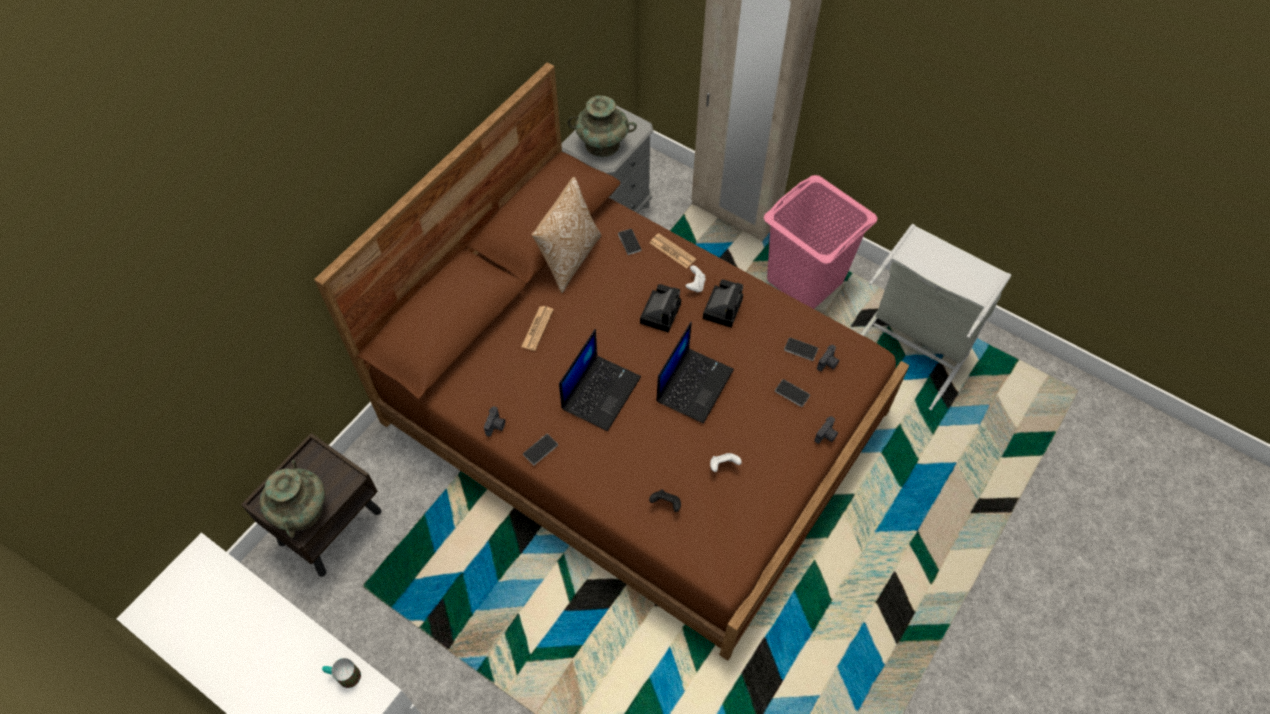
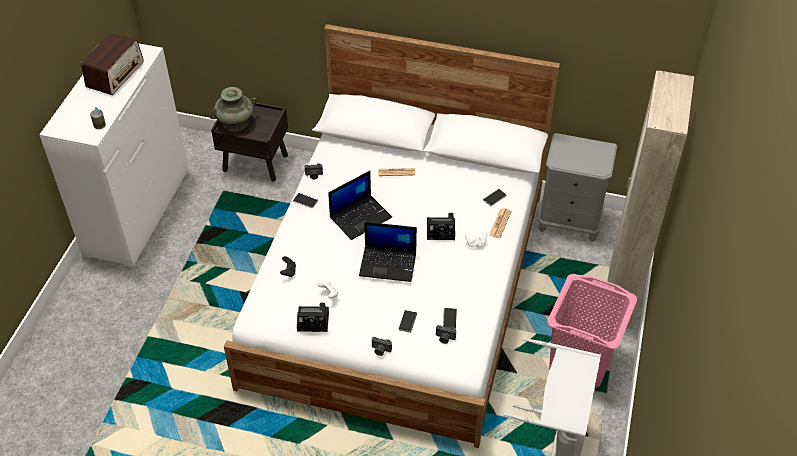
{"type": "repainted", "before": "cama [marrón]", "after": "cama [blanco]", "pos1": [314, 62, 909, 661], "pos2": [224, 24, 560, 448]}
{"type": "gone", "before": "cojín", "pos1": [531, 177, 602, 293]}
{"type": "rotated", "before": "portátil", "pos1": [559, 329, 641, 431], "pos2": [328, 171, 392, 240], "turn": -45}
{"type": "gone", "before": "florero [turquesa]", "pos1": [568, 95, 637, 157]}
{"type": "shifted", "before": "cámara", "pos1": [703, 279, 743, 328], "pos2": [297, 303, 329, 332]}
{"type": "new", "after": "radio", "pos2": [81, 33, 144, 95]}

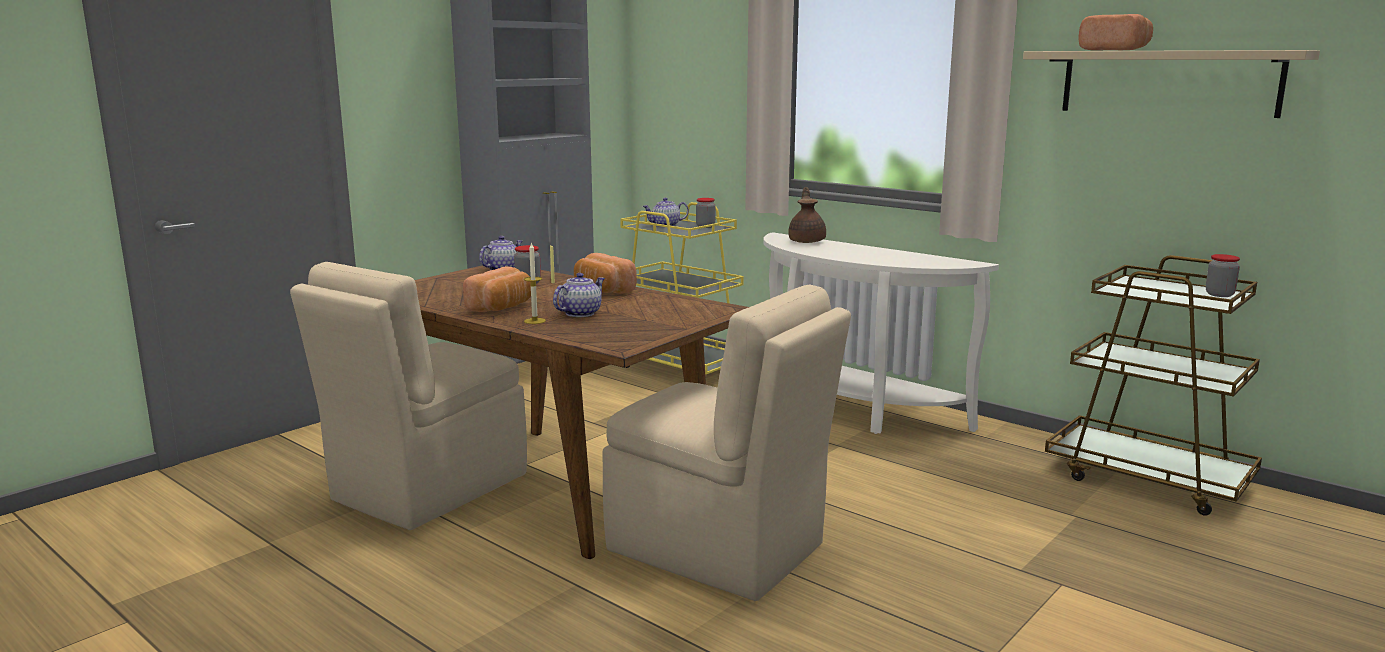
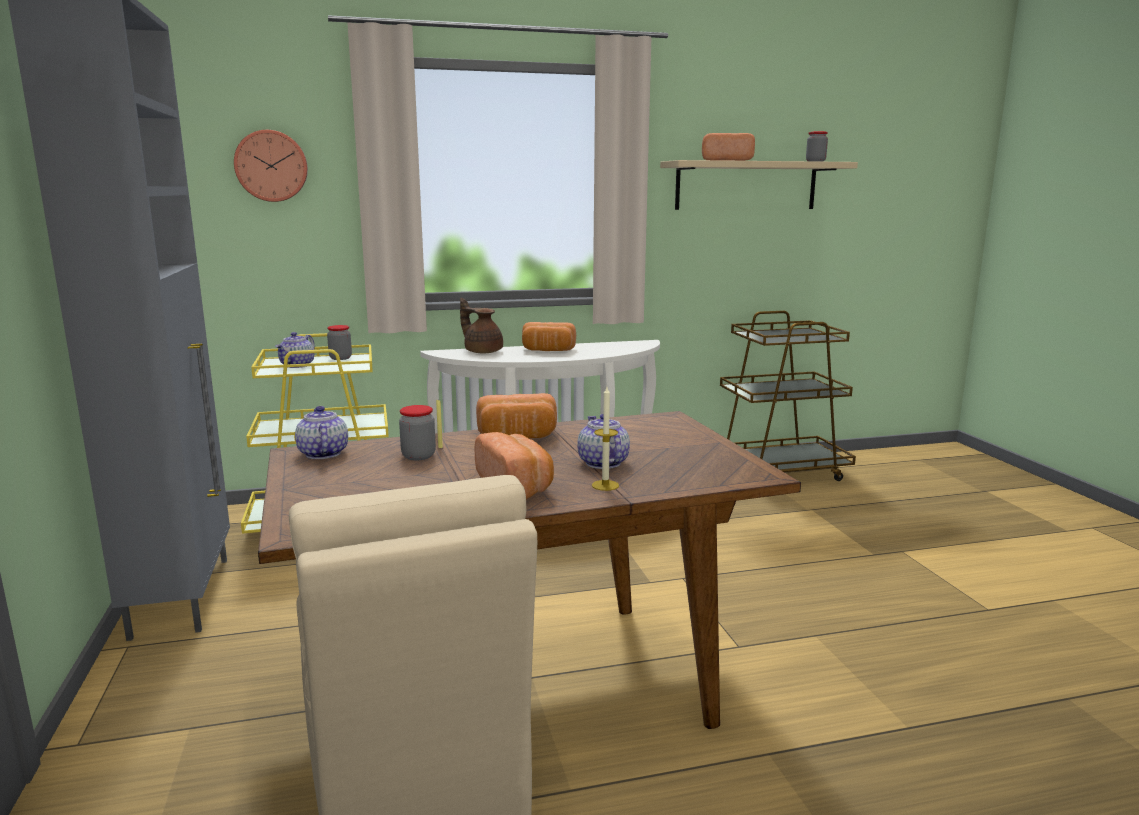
{"type": "gone", "before": "silla [beis]", "pos1": [603, 285, 851, 601]}
{"type": "shifted", "before": "tarro", "pos1": [1206, 254, 1240, 297], "pos2": [806, 131, 828, 162]}
{"type": "new", "after": "reloj de pared", "pos2": [234, 130, 308, 202]}
{"type": "new", "after": "pan", "pos2": [522, 322, 576, 351]}

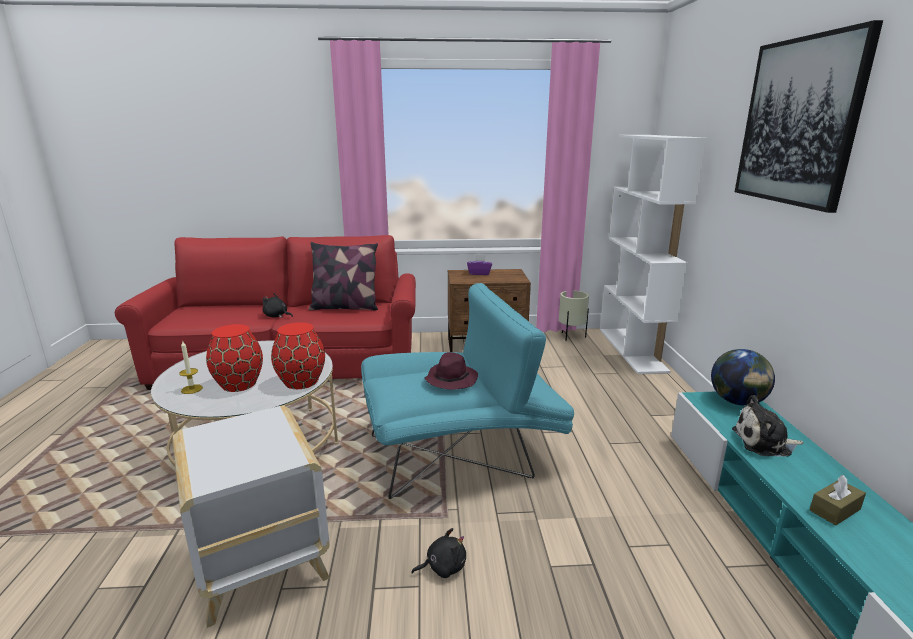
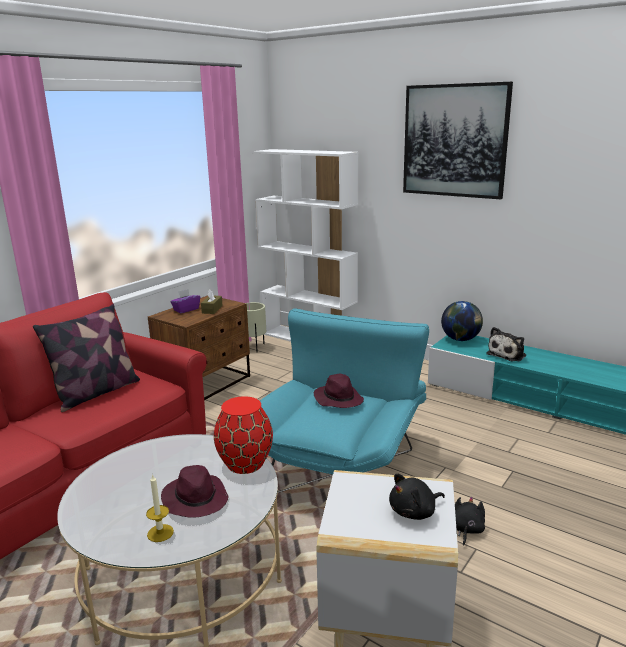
{"type": "swapped", "before": "florero [rojo]", "after": "sombrero [morado]", "pos1": [206, 324, 263, 392], "pos2": [161, 465, 228, 518]}
{"type": "shifted", "before": "peluche [negro]", "pos1": [263, 293, 293, 318], "pos2": [389, 473, 445, 520]}
{"type": "shifted", "before": "caja de pañuelos [marrón]", "pos1": [810, 475, 866, 525], "pos2": [201, 289, 223, 314]}

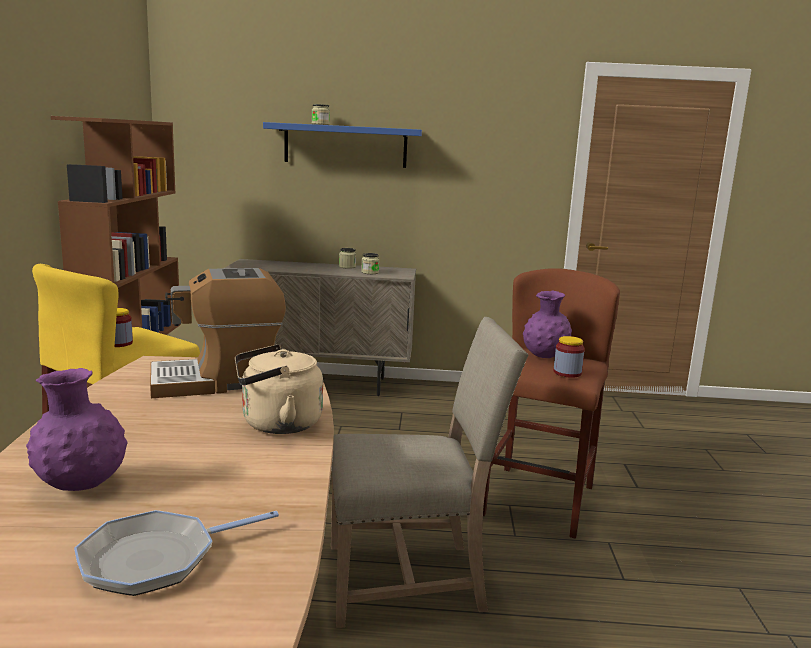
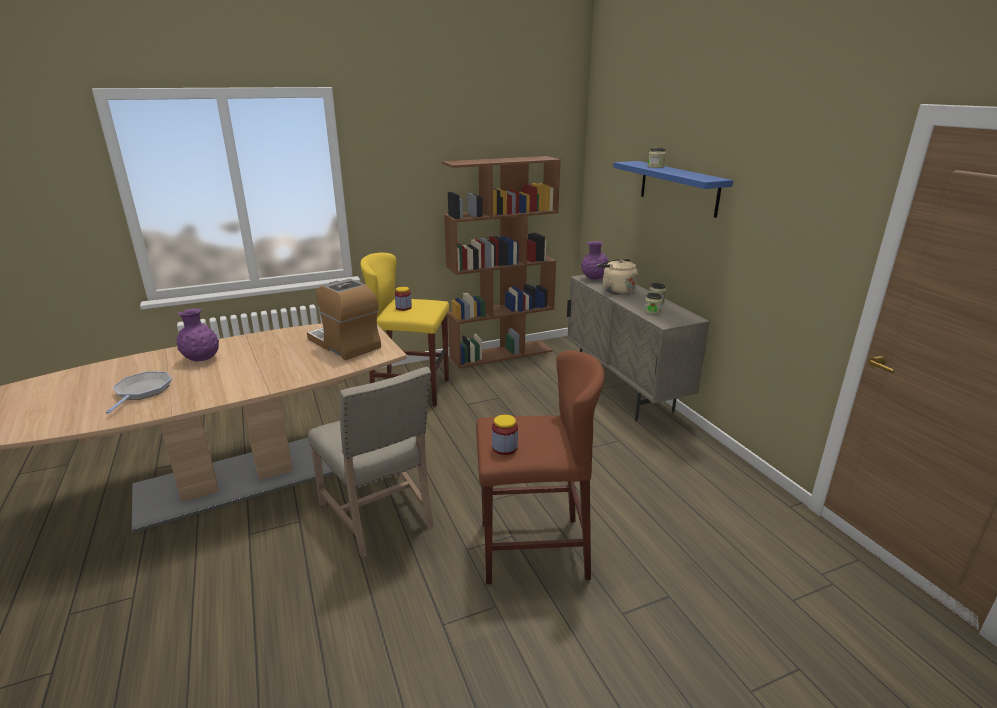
{"type": "rotated", "before": "sartén", "pos1": [74, 510, 279, 596], "pos2": [106, 372, 172, 414], "turn": 60}
{"type": "shifted", "before": "hervidor [beis]", "pos1": [235, 344, 323, 434], "pos2": [598, 259, 638, 295]}
{"type": "shifted", "before": "florero [morado]", "pos1": [523, 291, 572, 358], "pos2": [581, 241, 609, 280]}

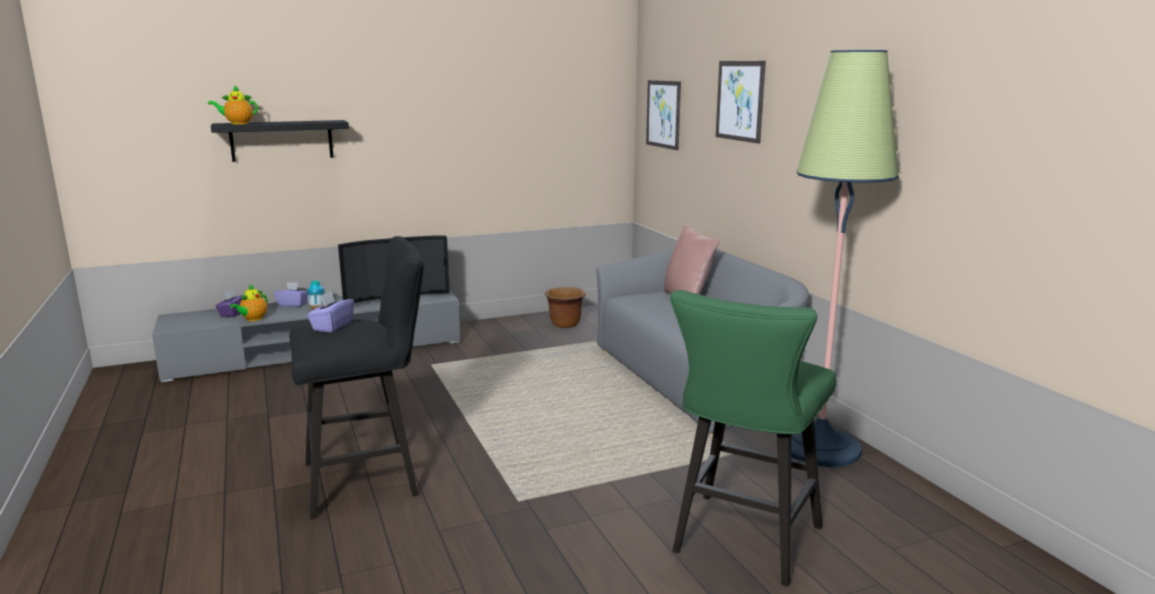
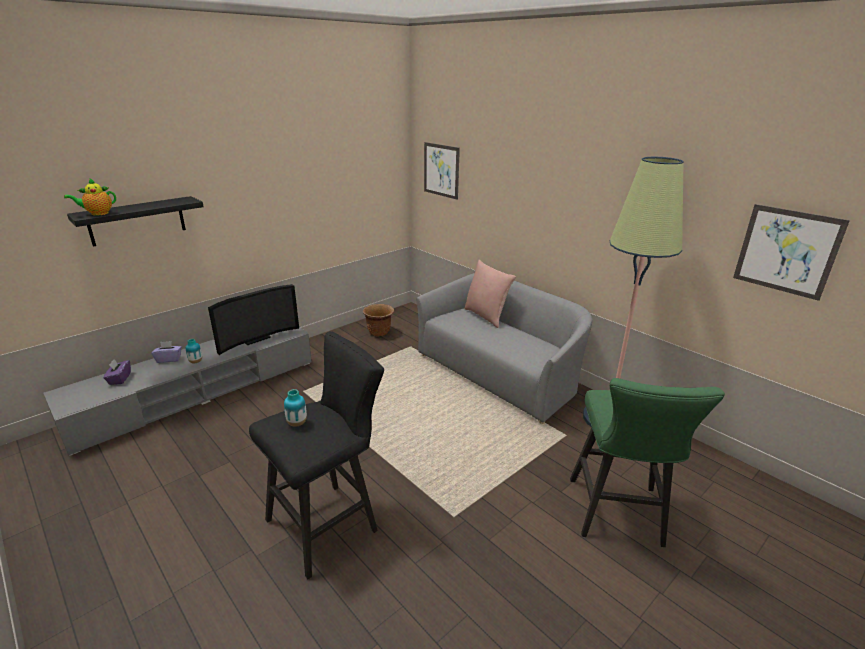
{"type": "gone", "before": "tetera", "pos1": [230, 284, 267, 321]}
{"type": "swapped", "before": "caja de pañuelos [morado]", "after": "florero", "pos1": [307, 291, 354, 332], "pos2": [284, 389, 307, 427]}
{"type": "shifted", "before": "cuadro", "pos1": [716, 61, 766, 144], "pos2": [733, 204, 850, 301]}

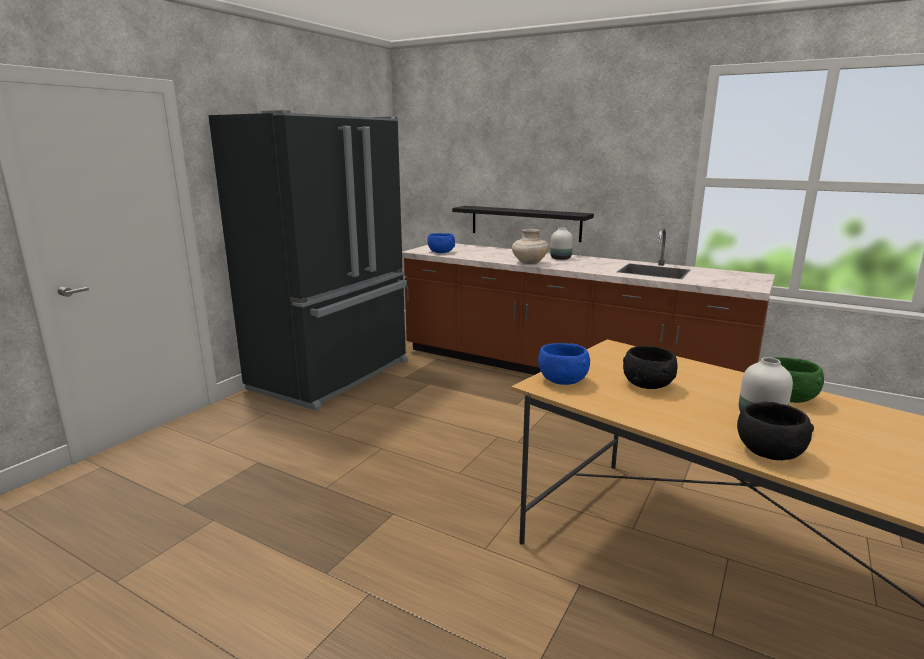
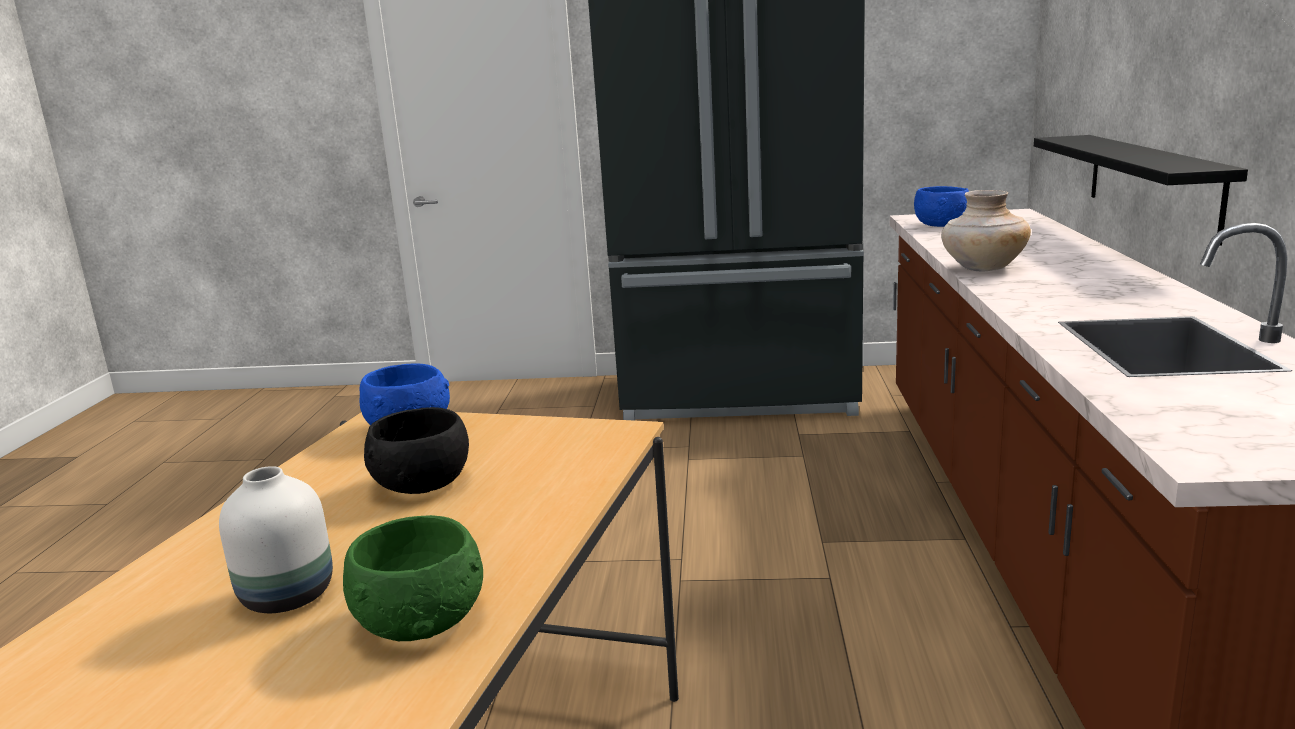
{"type": "gone", "before": "florero [blanco]", "pos1": [550, 227, 573, 260]}
{"type": "gone", "before": "cuenco [negro]", "pos1": [737, 402, 814, 460]}

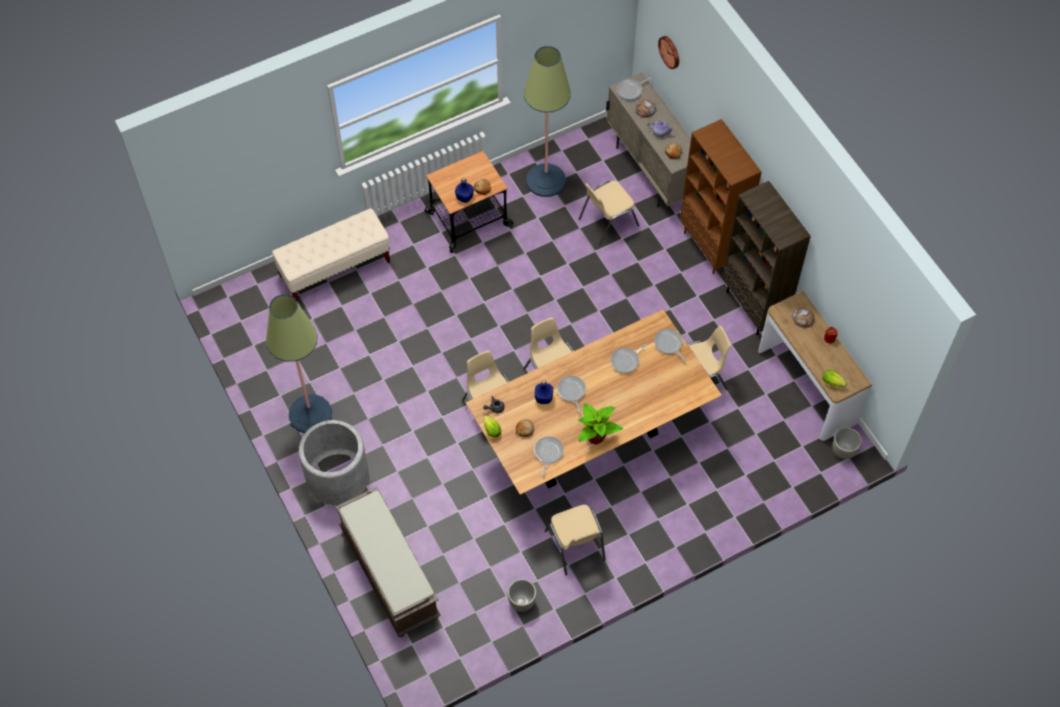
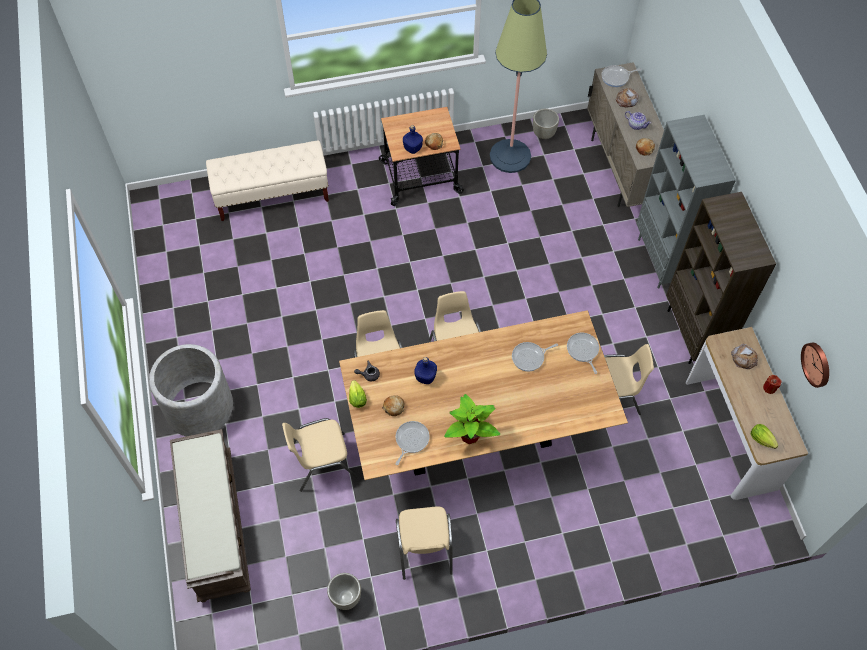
{"type": "gone", "before": "lámpara de pie", "pos1": [266, 294, 332, 433]}
{"type": "gone", "before": "sartén", "pos1": [557, 376, 586, 413]}
{"type": "shifted", "before": "silla [beis]", "pos1": [579, 181, 640, 246], "pos2": [282, 418, 357, 492]}
{"type": "shifted", "before": "reloj de pared", "pos1": [658, 36, 679, 69], "pos2": [801, 343, 829, 388]}
{"type": "repainted", "before": "estantería [marrón]", "after": "estantería [gris]", "pos1": [680, 119, 762, 274], "pos2": [636, 115, 736, 289]}
{"type": "shifted", "before": "maceta [gris]", "pos1": [833, 427, 862, 459], "pos2": [533, 109, 559, 139]}

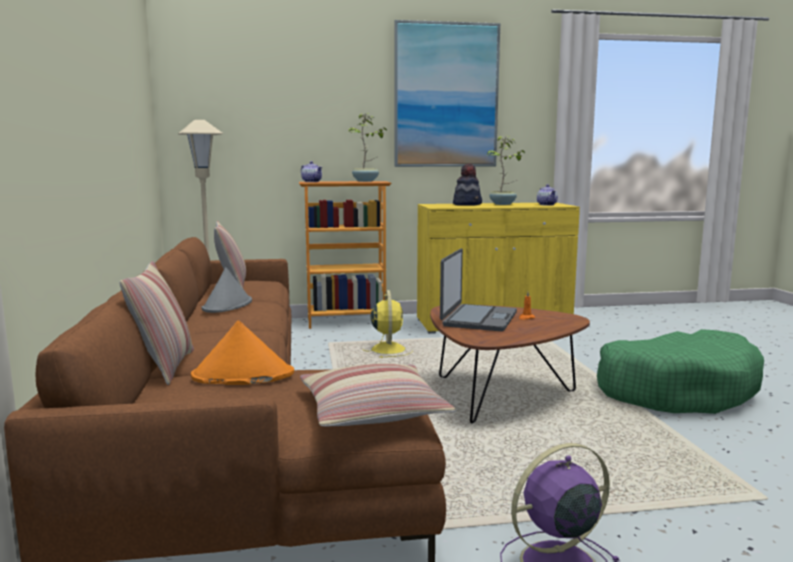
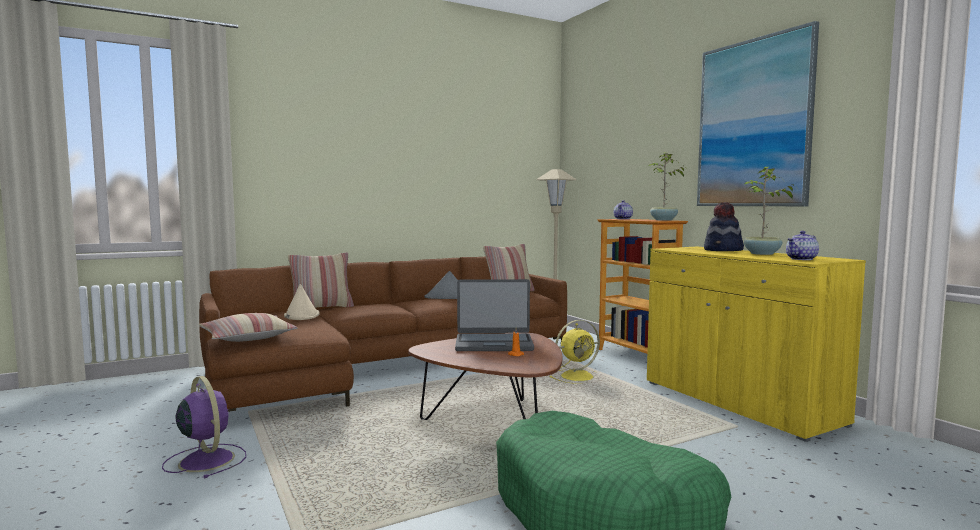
{"type": "repainted", "before": "sombrero [naranja]", "after": "sombrero [beis]", "pos1": [191, 321, 294, 385], "pos2": [284, 284, 320, 320]}

